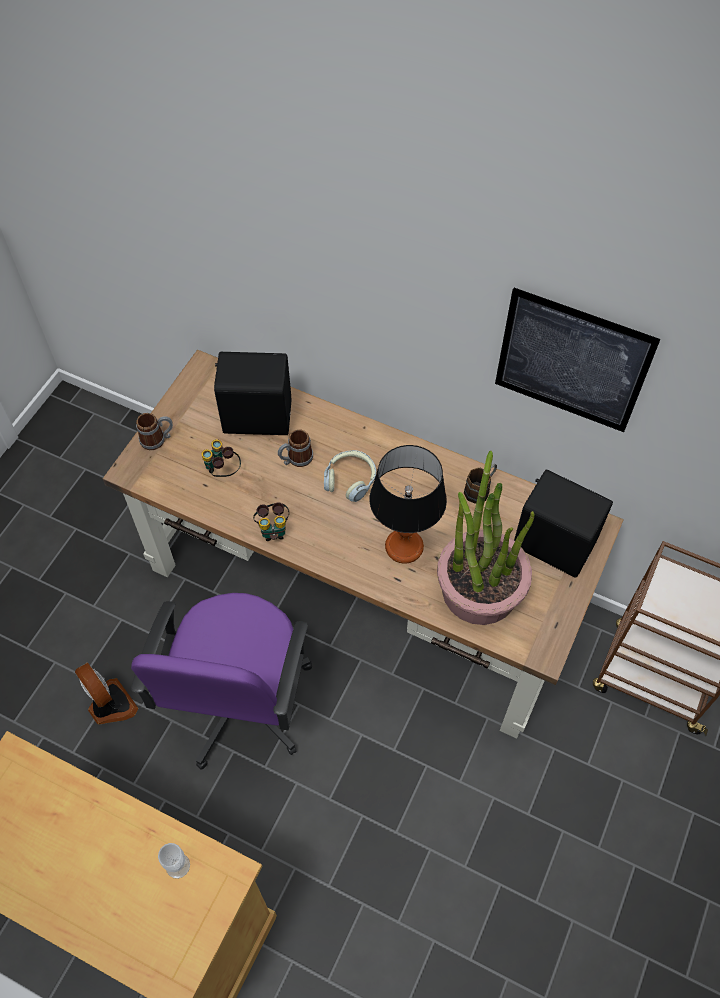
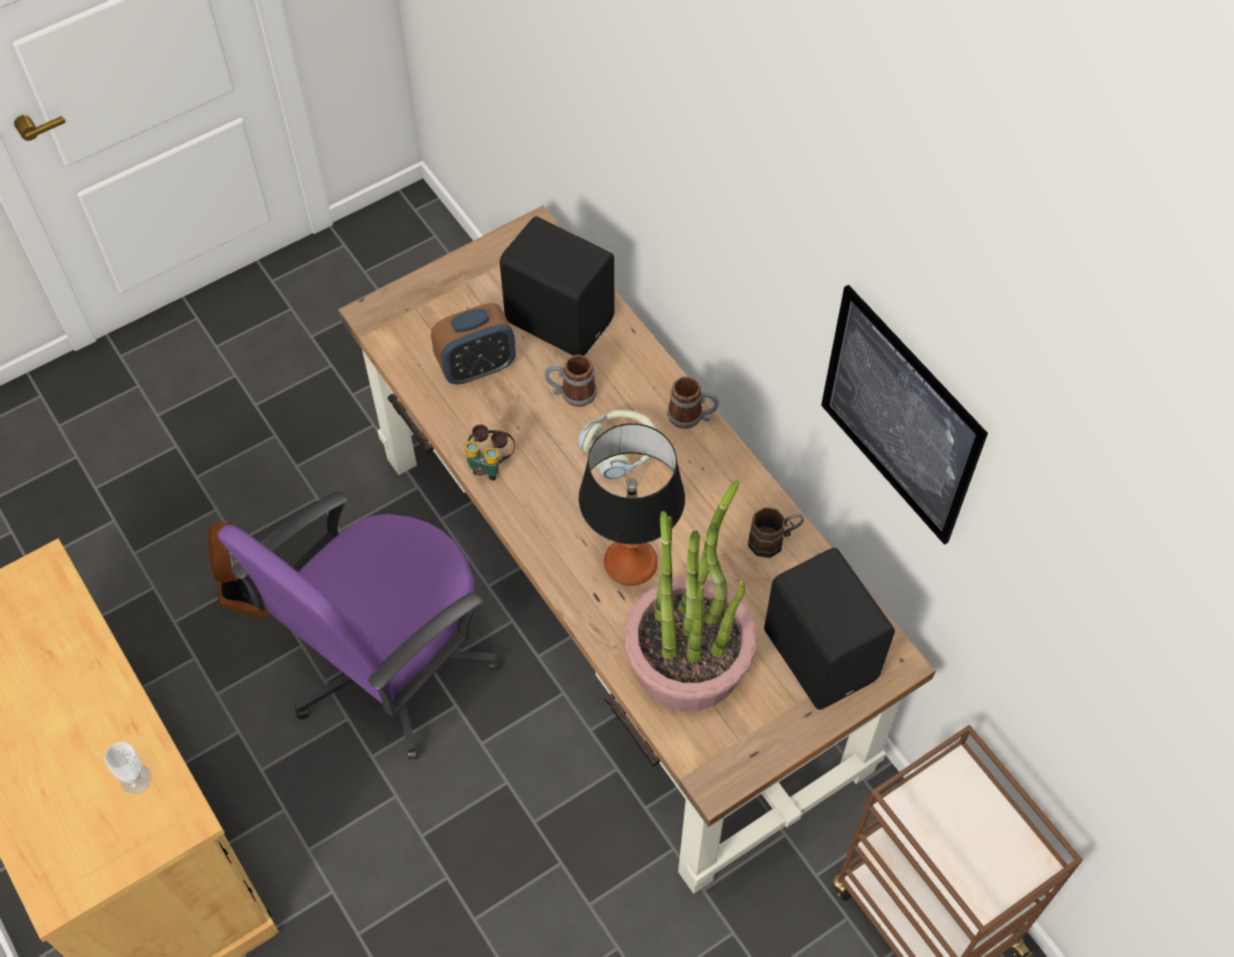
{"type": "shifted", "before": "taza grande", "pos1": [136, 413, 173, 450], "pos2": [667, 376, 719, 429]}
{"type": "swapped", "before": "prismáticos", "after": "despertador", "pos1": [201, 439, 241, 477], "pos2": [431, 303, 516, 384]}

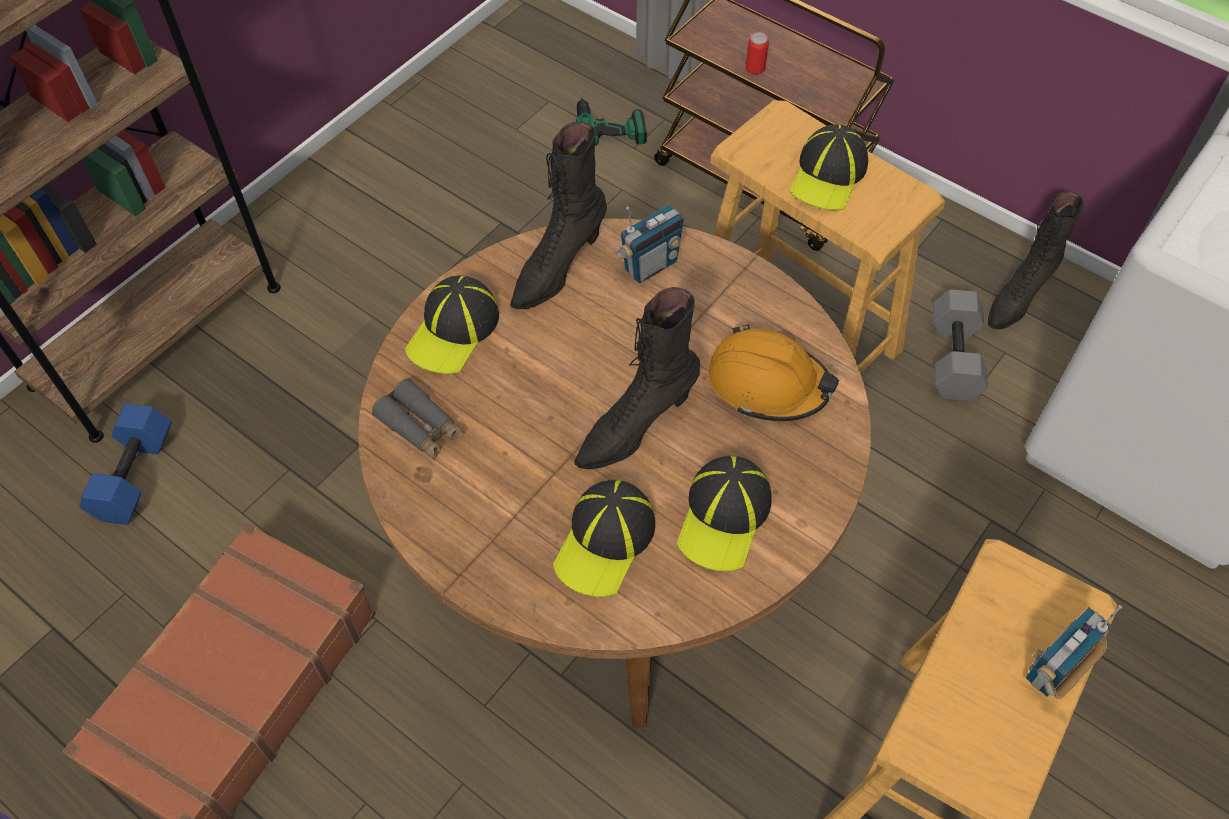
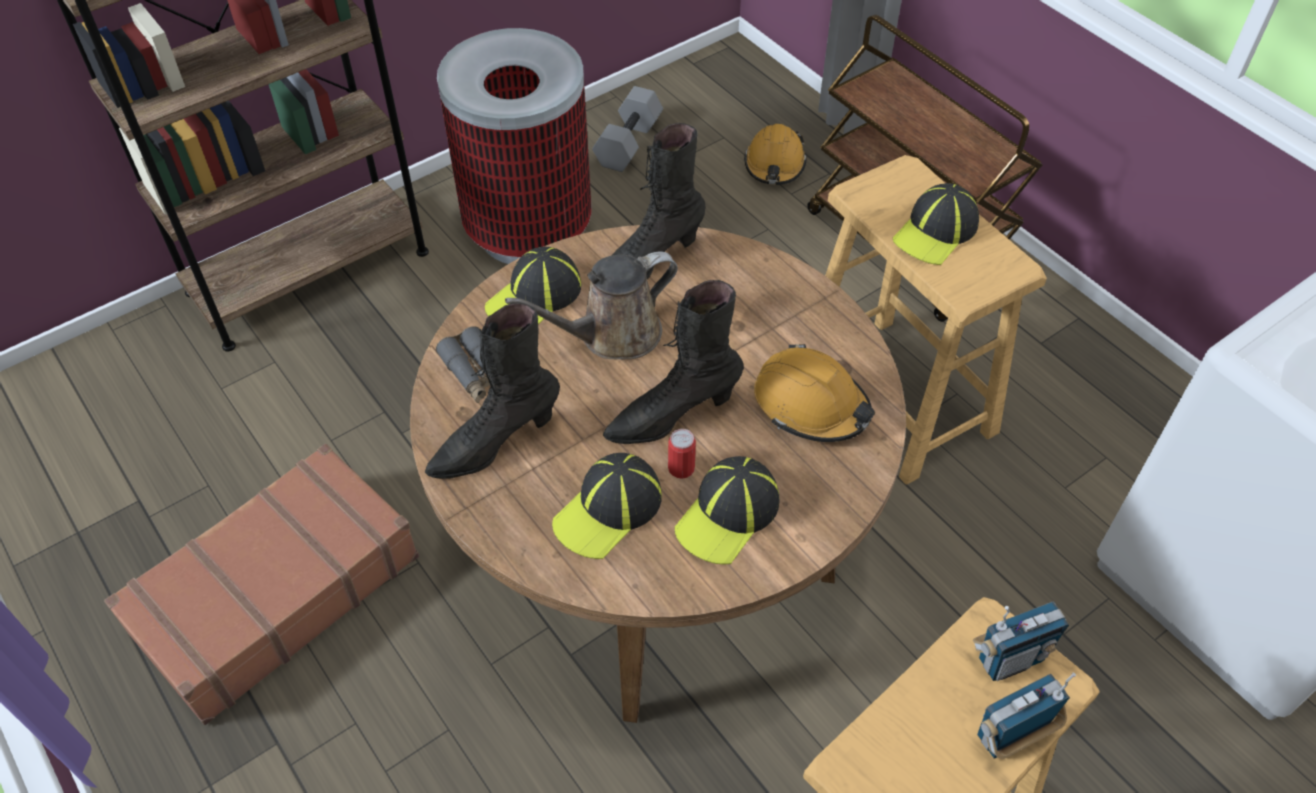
{"type": "gone", "before": "mancuerna [azul]", "pos1": [79, 403, 172, 525]}
{"type": "swapped", "before": "taladro", "after": "casco [naranja]", "pos1": [576, 90, 647, 146], "pos2": [744, 124, 807, 185]}
{"type": "shifted", "before": "radio", "pos1": [615, 205, 684, 283], "pos2": [973, 602, 1069, 681]}
{"type": "shifted", "before": "lata", "pos1": [746, 32, 769, 75], "pos2": [668, 429, 696, 479]}
{"type": "shifted", "before": "mancuerna [gris]", "pos1": [933, 289, 988, 402], "pos2": [592, 86, 663, 172]}
{"type": "shifted", "before": "bota [negro]", "pos1": [988, 191, 1084, 329], "pos2": [425, 303, 560, 479]}
{"type": "new", "after": "papelera", "pos2": [437, 28, 591, 264]}
{"type": "new", "after": "regadera [marrón]", "pos2": [505, 252, 678, 359]}

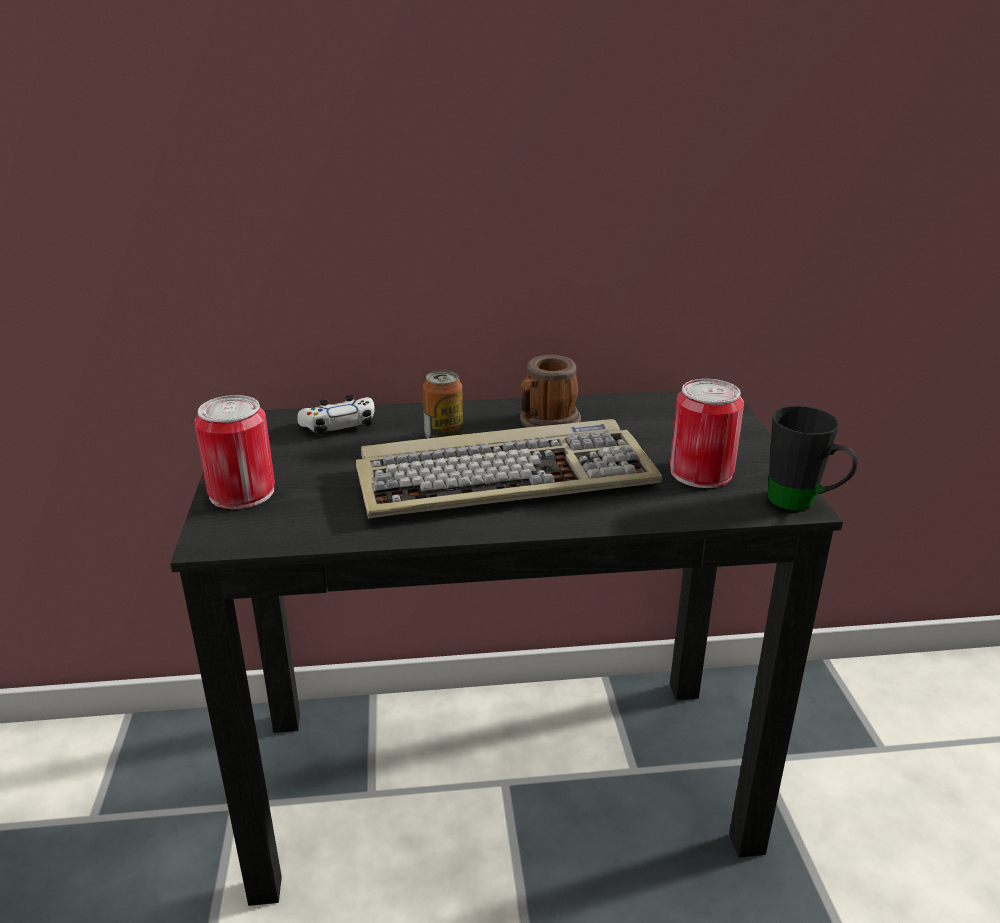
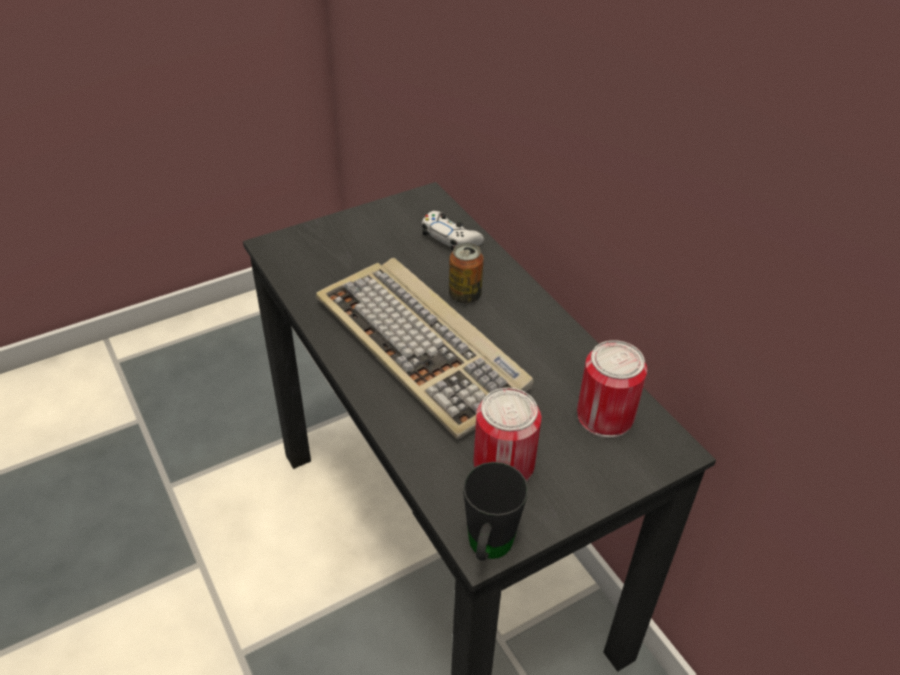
{"type": "shifted", "before": "lata", "pos1": [194, 395, 275, 509], "pos2": [577, 340, 647, 438]}
{"type": "gone", "before": "taza grande", "pos1": [520, 355, 581, 427]}

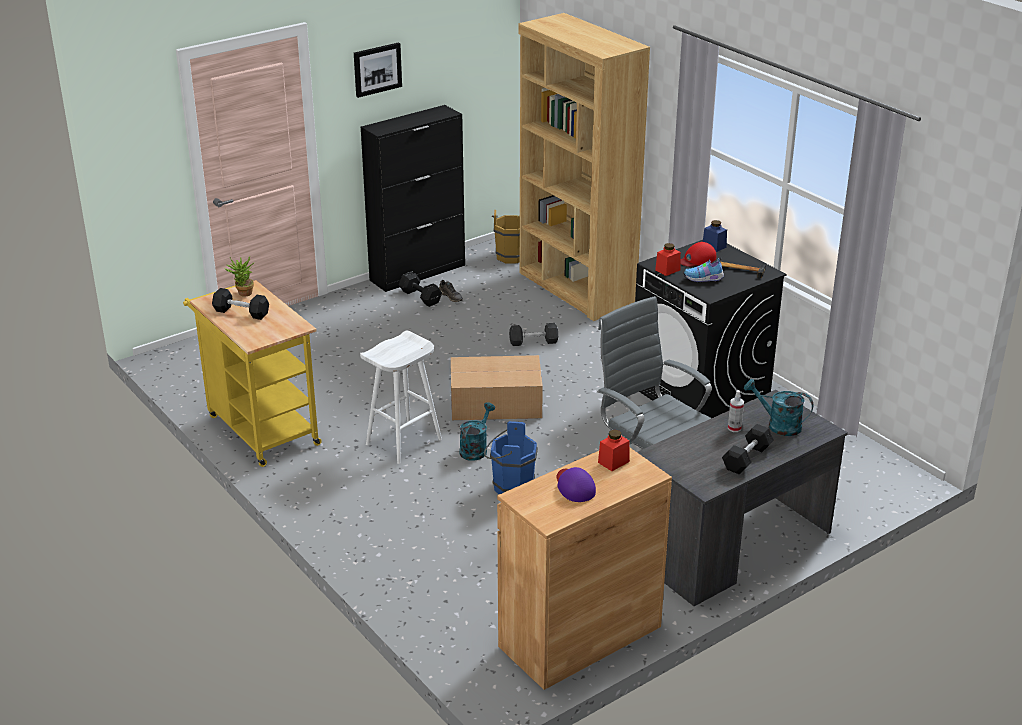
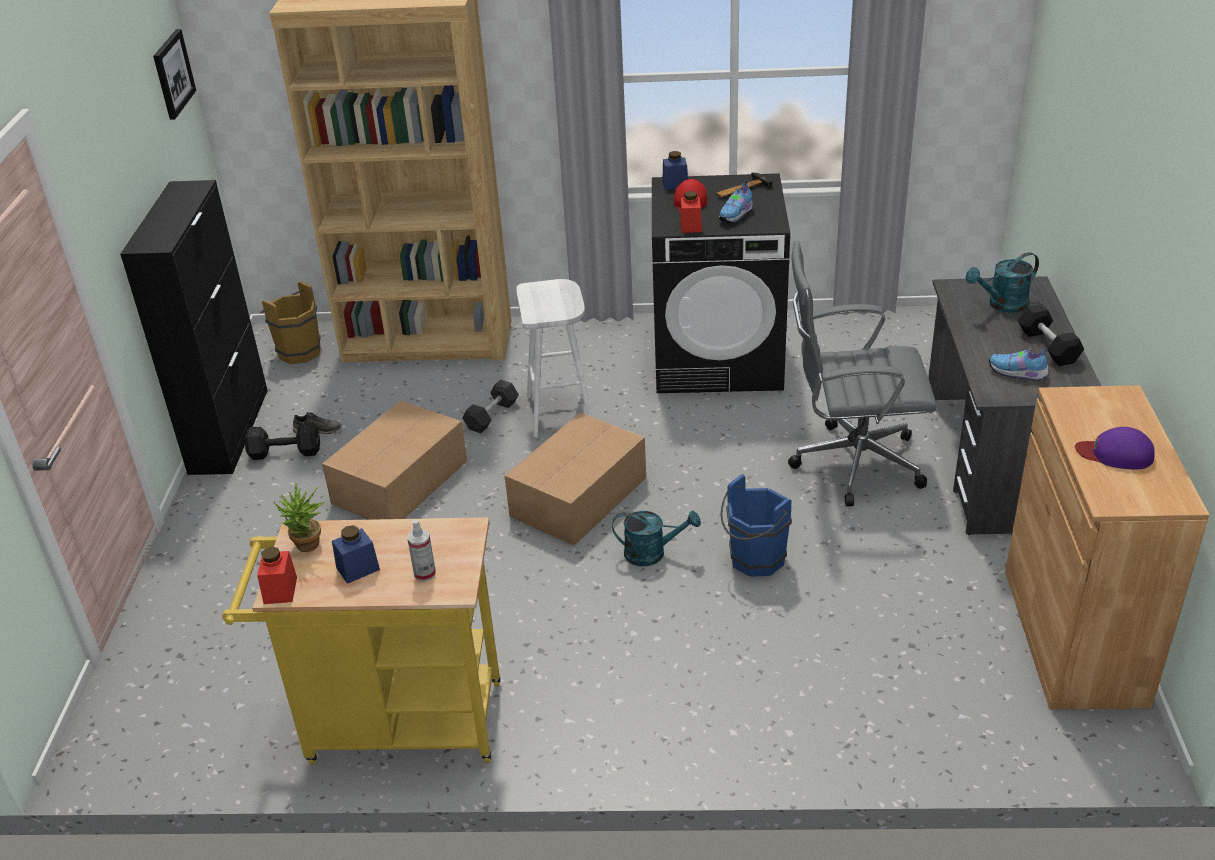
{"type": "swapped", "before": "mancuerna [negro]", "after": "tarro [azul]", "pos1": [212, 288, 269, 320], "pos2": [332, 525, 380, 584]}
{"type": "shifted", "before": "cuadro", "pos1": [354, 43, 402, 98], "pos2": [153, 29, 196, 120]}
{"type": "shifted", "before": "taburete [blanco]", "pos1": [360, 331, 442, 464], "pos2": [516, 279, 592, 437]}
{"type": "rotated", "before": "regadera [turquesa]", "pos1": [459, 402, 495, 461], "pos2": [612, 511, 701, 566], "turn": 120}
{"type": "shifted", "before": "tarro [rojo]", "pos1": [598, 430, 630, 471], "pos2": [257, 547, 297, 604]}
{"type": "shifted", "before": "pulverizador", "pos1": [728, 390, 744, 432], "pos2": [407, 519, 436, 582]}
{"type": "new", "after": "caja de cartón", "pos2": [322, 400, 467, 520]}
{"type": "new", "after": "zapato", "pos2": [989, 348, 1050, 381]}

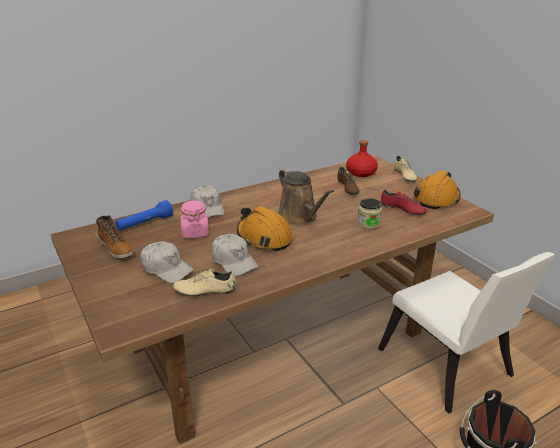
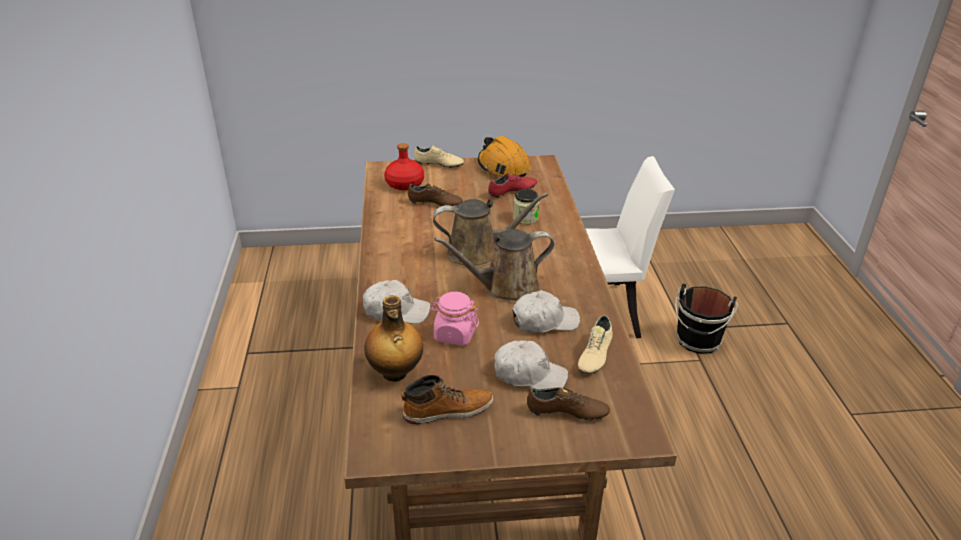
{"type": "swapped", "before": "linterna [azul]", "after": "botella", "pos1": [115, 200, 173, 231], "pos2": [364, 295, 423, 382]}
{"type": "rotated", "before": "gorra [blanco]", "pos1": [140, 241, 194, 283], "pos2": [494, 341, 568, 389], "turn": 45}
{"type": "swapped", "before": "casco [naranja]", "after": "regadera [marrón]", "pos1": [237, 206, 293, 251], "pos2": [435, 229, 554, 302]}
{"type": "new", "after": "zapato [marrón]", "pos2": [527, 387, 610, 422]}

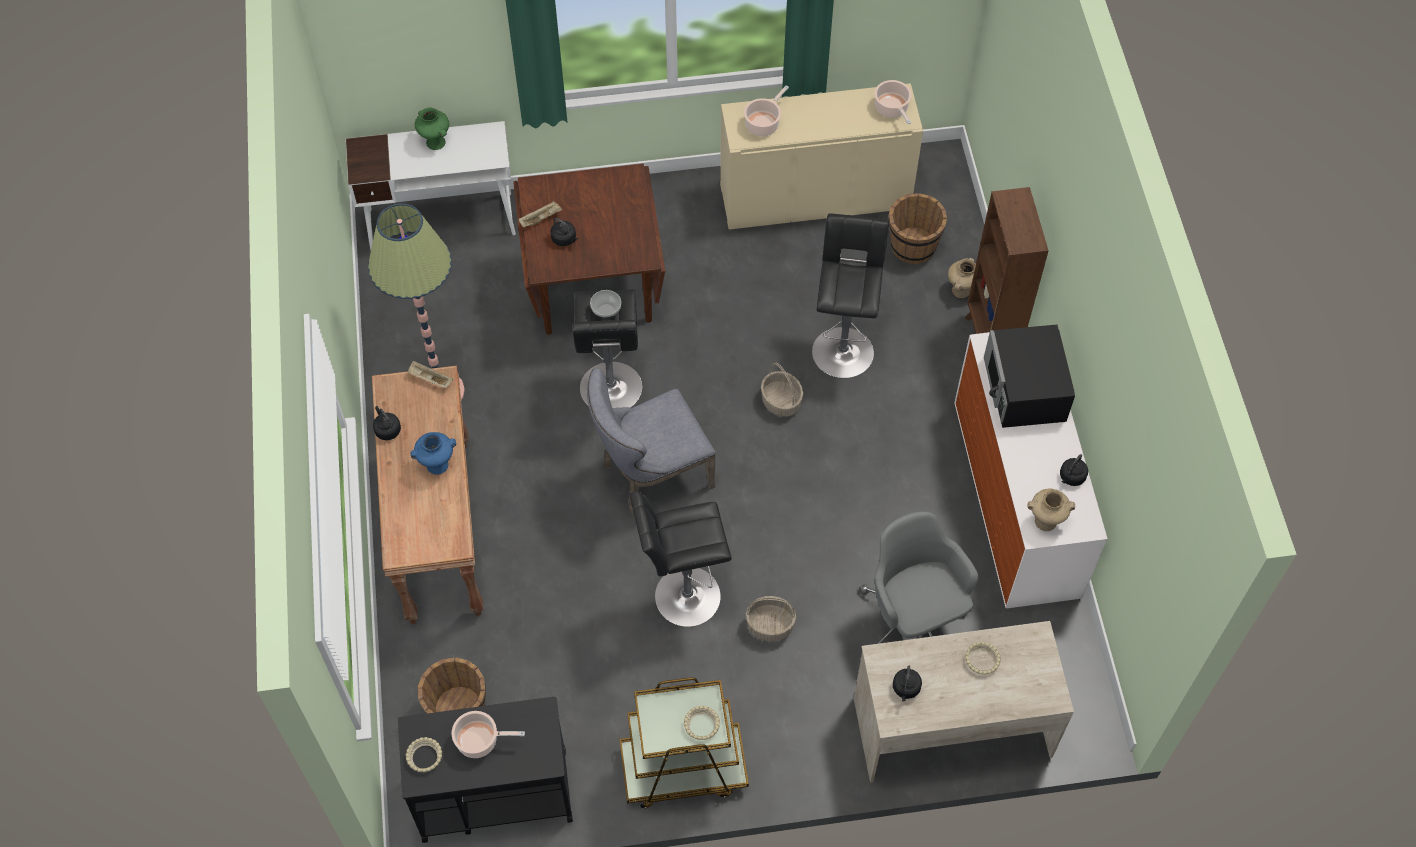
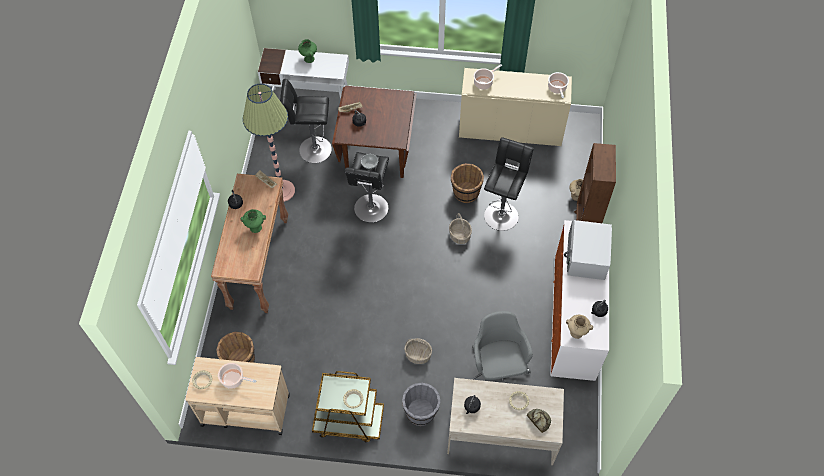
{"type": "repainted", "before": "carrito [negro]", "after": "carrito [beis]", "pos1": [398, 697, 573, 843], "pos2": [185, 357, 290, 435]}
{"type": "repainted", "before": "florero [azul]", "after": "florero [verde]", "pos1": [410, 432, 456, 475], "pos2": [240, 209, 266, 233]}
{"type": "gone", "before": "silla [gris]", "pos1": [587, 368, 716, 515]}
{"type": "shifted", "before": "taburete [negro]", "pos1": [629, 491, 732, 627], "pos2": [280, 79, 332, 163]}
{"type": "shifted", "before": "cubo [marrón]", "pos1": [889, 193, 947, 264], "pos2": [451, 163, 484, 203]}
{"type": "repainted", "before": "microondas [negro]", "after": "microondas [blanco]", "pos1": [984, 325, 1075, 428], "pos2": [564, 220, 612, 280]}
{"type": "new", "after": "cubo [gris]", "pos2": [402, 383, 440, 426]}
{"type": "new", "after": "pan", "pos2": [527, 409, 551, 433]}

